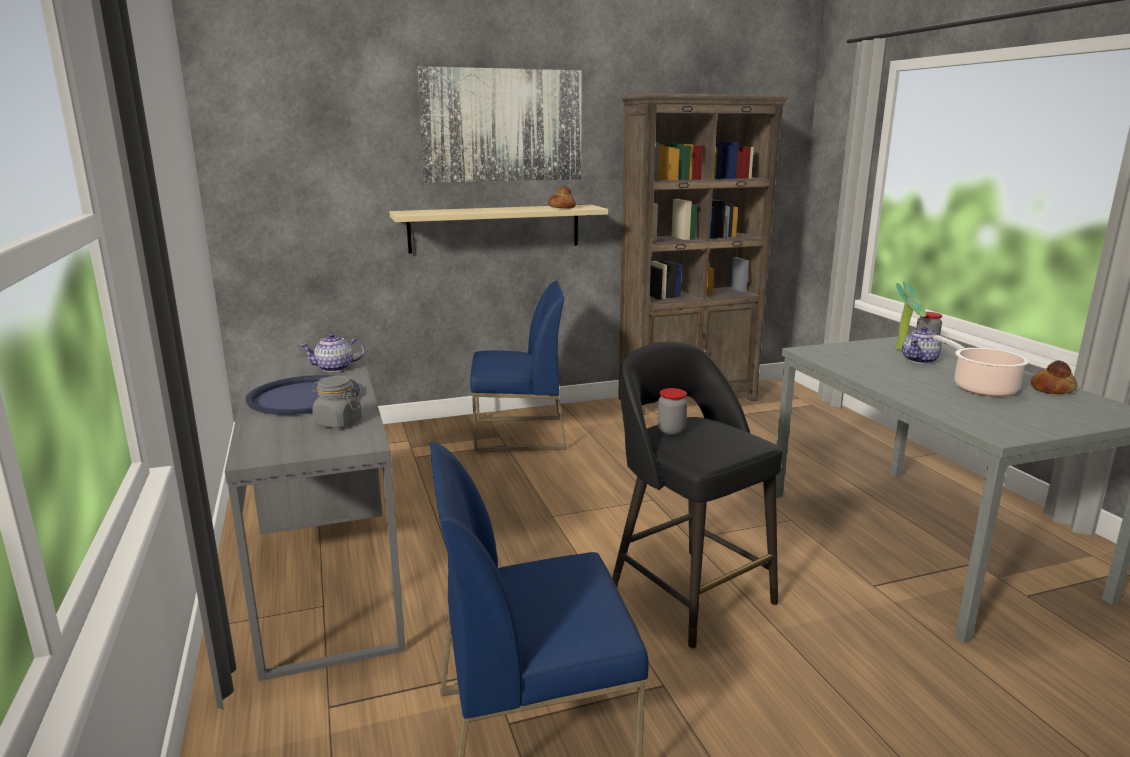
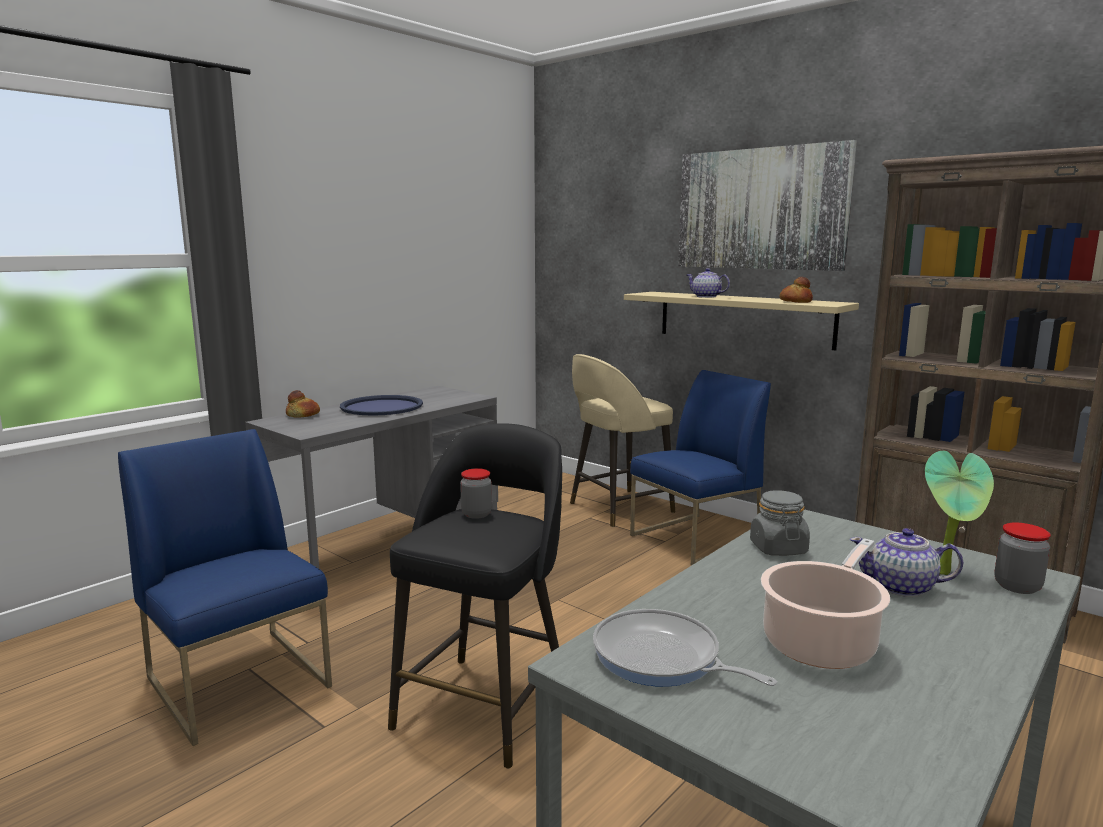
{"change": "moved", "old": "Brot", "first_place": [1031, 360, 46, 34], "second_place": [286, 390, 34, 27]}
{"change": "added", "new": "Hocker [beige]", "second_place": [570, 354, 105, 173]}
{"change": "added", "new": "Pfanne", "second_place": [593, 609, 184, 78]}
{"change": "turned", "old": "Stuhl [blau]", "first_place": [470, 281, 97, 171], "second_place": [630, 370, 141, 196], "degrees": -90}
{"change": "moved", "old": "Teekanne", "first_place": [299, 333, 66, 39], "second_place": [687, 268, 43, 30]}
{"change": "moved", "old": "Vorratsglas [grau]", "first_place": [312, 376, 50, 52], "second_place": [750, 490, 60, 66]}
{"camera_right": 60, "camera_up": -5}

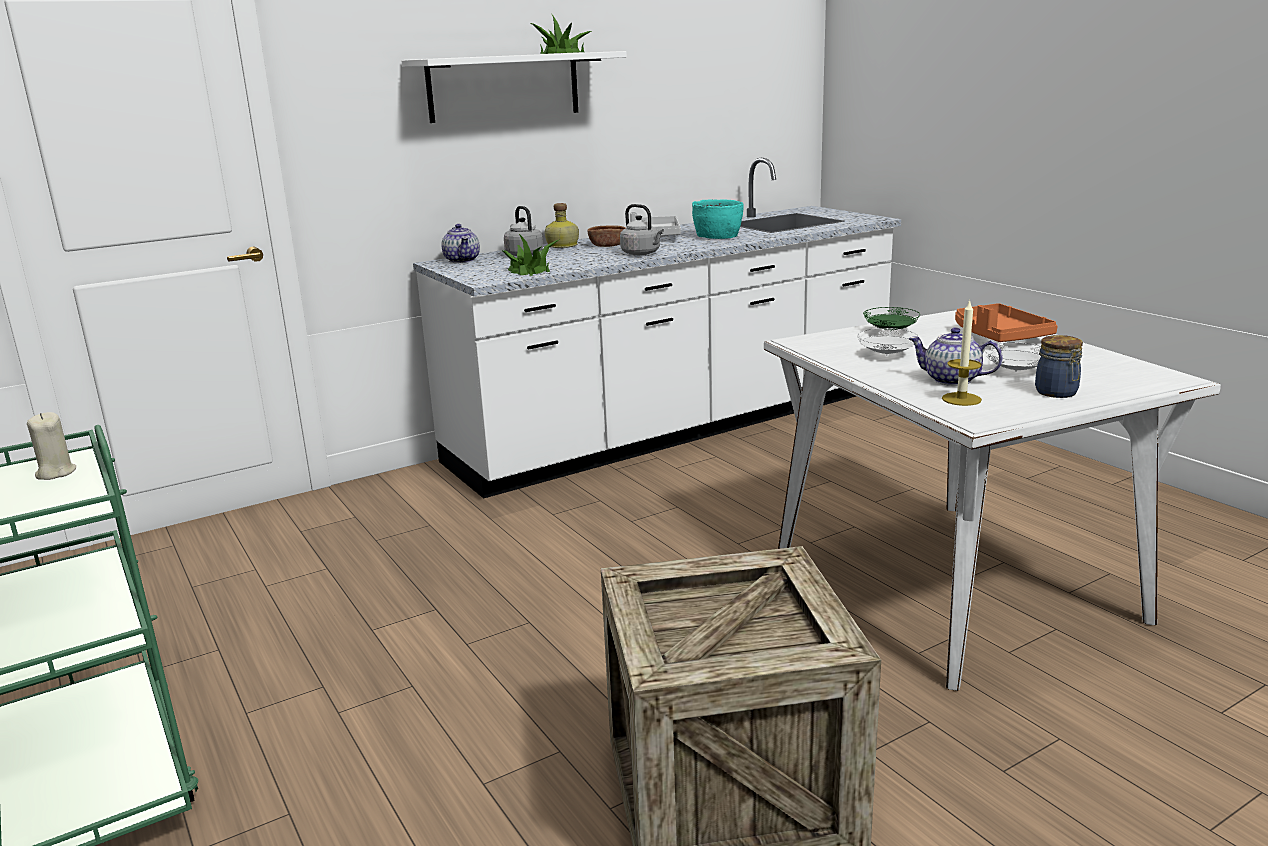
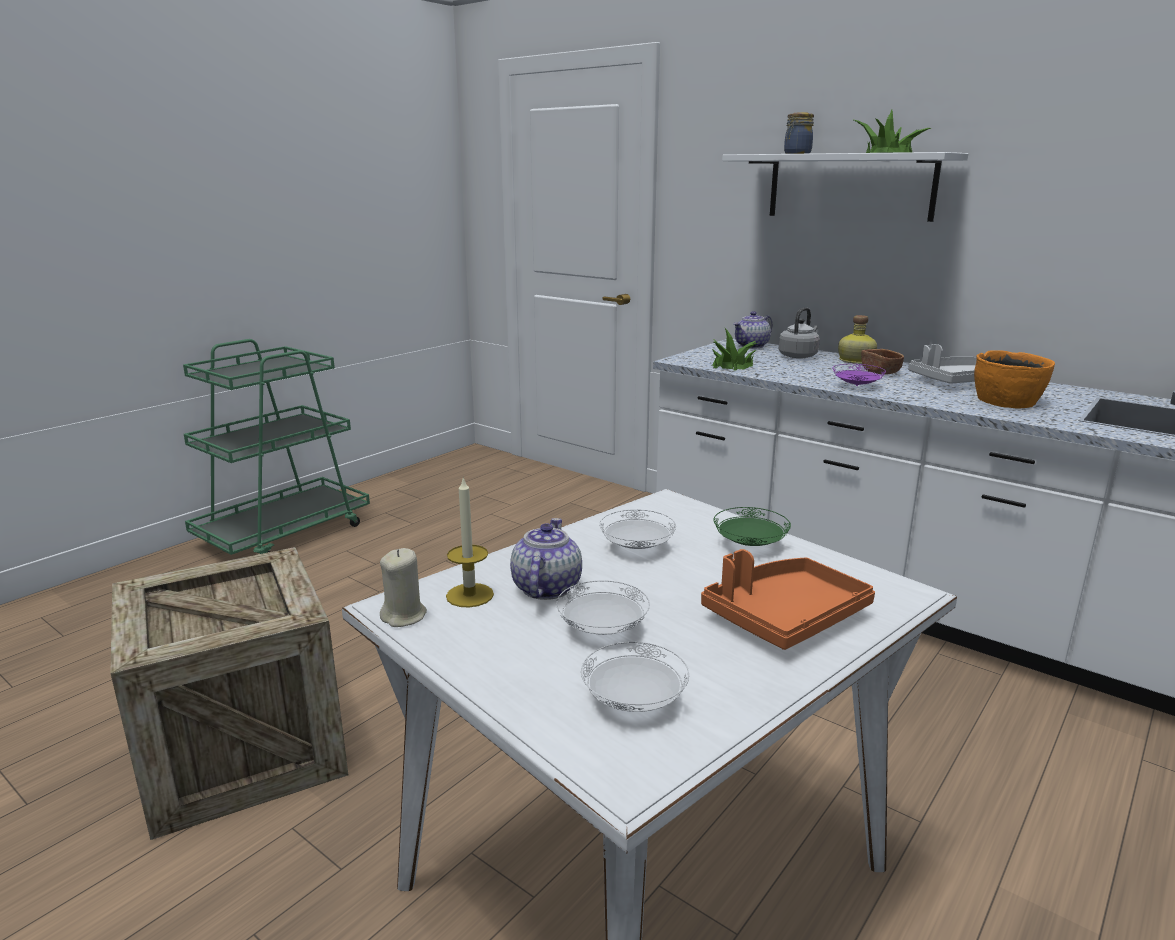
{"change": "moved", "old": "Kerze [beige]", "first_place": [27, 412, 49, 68], "second_place": [380, 548, 47, 79]}
{"change": "added", "new": "Teller [weiß]", "second_place": [581, 642, 108, 70]}
{"change": "moved", "old": "Vorratsglas", "first_place": [1035, 335, 48, 63], "second_place": [784, 112, 30, 42]}
{"change": "replaced", "old": "Wasserkessel [grau]", "new": "Teller [lila]", "first_place": [620, 204, 44, 51], "second_place": [832, 364, 54, 22]}
{"change": "recoloured", "old": "Schüssel [türkis]", "new": "Schüssel [orange]", "first_place": [692, 200, 52, 39], "second_place": [974, 350, 81, 58]}
{"camera_right": 70, "camera_up": 0}

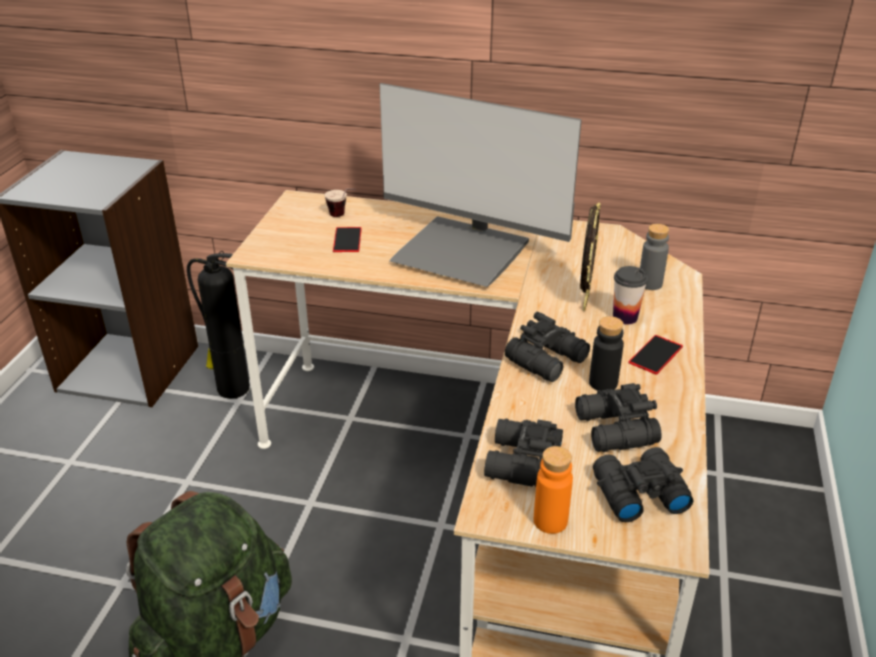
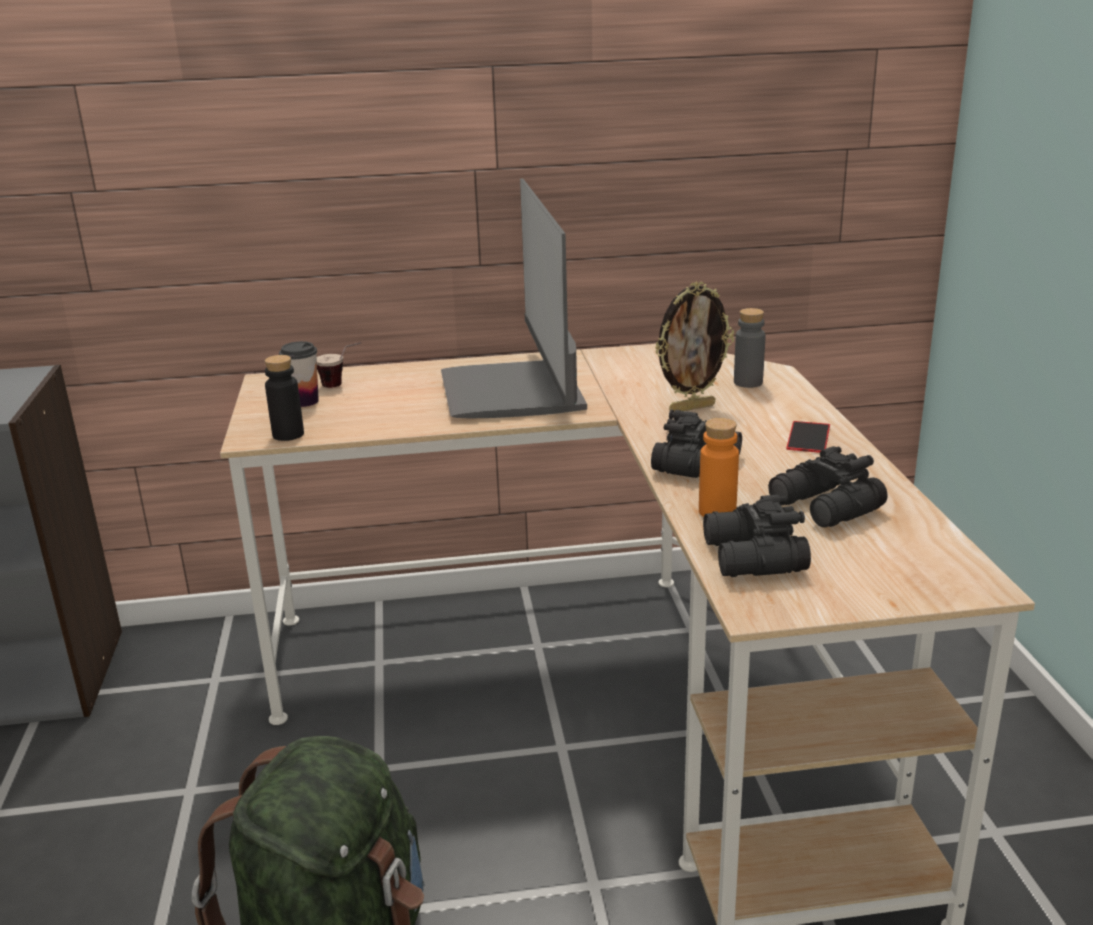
{"change": "moved", "old": "Flasche [schwarz]", "first_place": [589, 316, 35, 75], "second_place": [265, 355, 39, 86]}
{"change": "moved", "old": "Tasse", "first_place": [613, 266, 35, 59], "second_place": [279, 341, 40, 66]}
{"change": "turned", "old": "Monitor", "first_place": [380, 83, 202, 204], "second_place": [441, 178, 146, 241], "degrees": 75}
{"change": "turned", "old": "Bilderrahmen", "first_place": [580, 202, 21, 109], "second_place": [655, 282, 79, 129], "degrees": 75}
{"change": "moved", "old": "Flasche [orange]", "first_place": [534, 446, 39, 88], "second_place": [699, 418, 40, 99]}
{"change": "removed", "old": "Feuerlöscher", "first_place": [187, 251, 63, 148]}
{"change": "removed", "old": "Handy", "first_place": [333, 227, 29, 25]}
{"change": "removed", "old": "Fernglas [schwarz]", "first_place": [593, 447, 100, 75]}
{"camera_right": -20, "camera_up": -10}

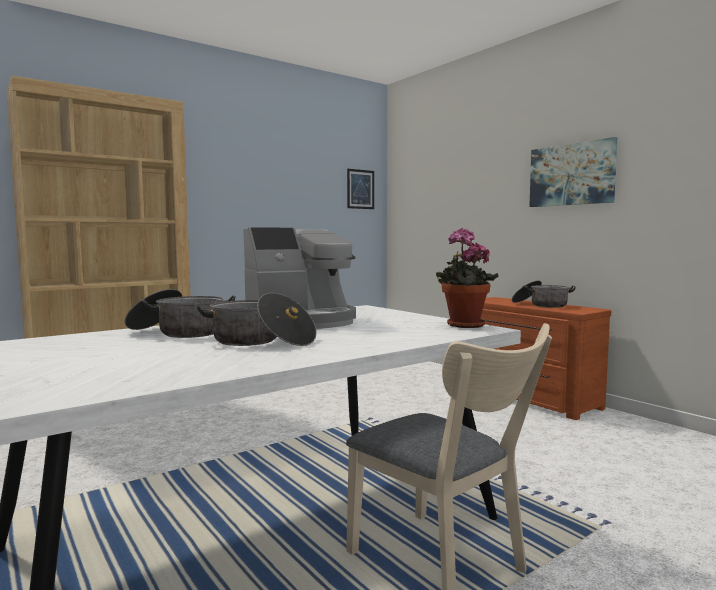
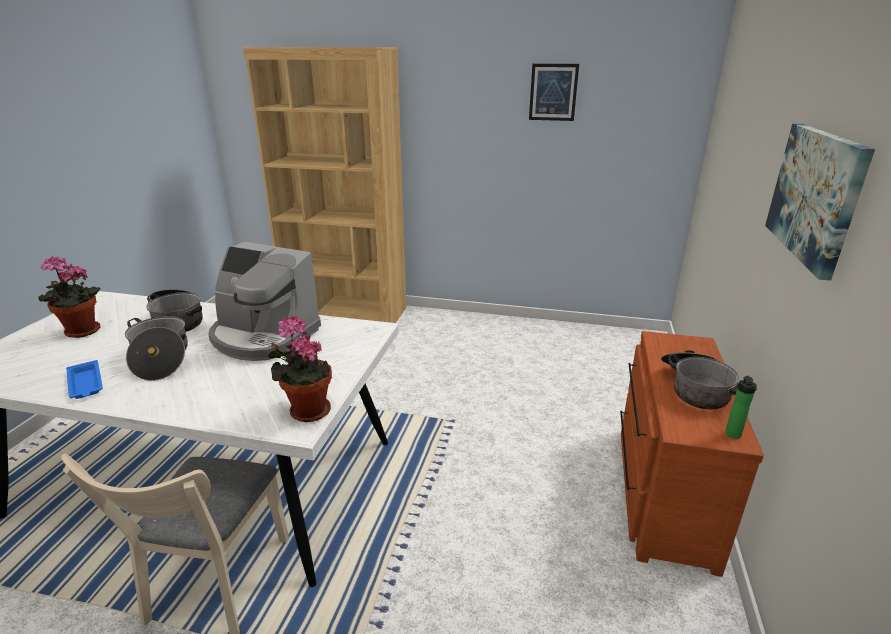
{"change": "added", "new": "Topfpflanze", "second_place": [38, 256, 63, 82]}
{"change": "added", "new": "Tablett [blau]", "second_place": [66, 360, 37, 39]}
{"change": "moved", "old": "Bild", "first_place": [347, 169, 27, 40], "second_place": [529, 64, 50, 57]}
{"change": "added", "new": "Flasche", "second_place": [725, 375, 32, 64]}
{"camera_right": 50, "camera_up": 20}

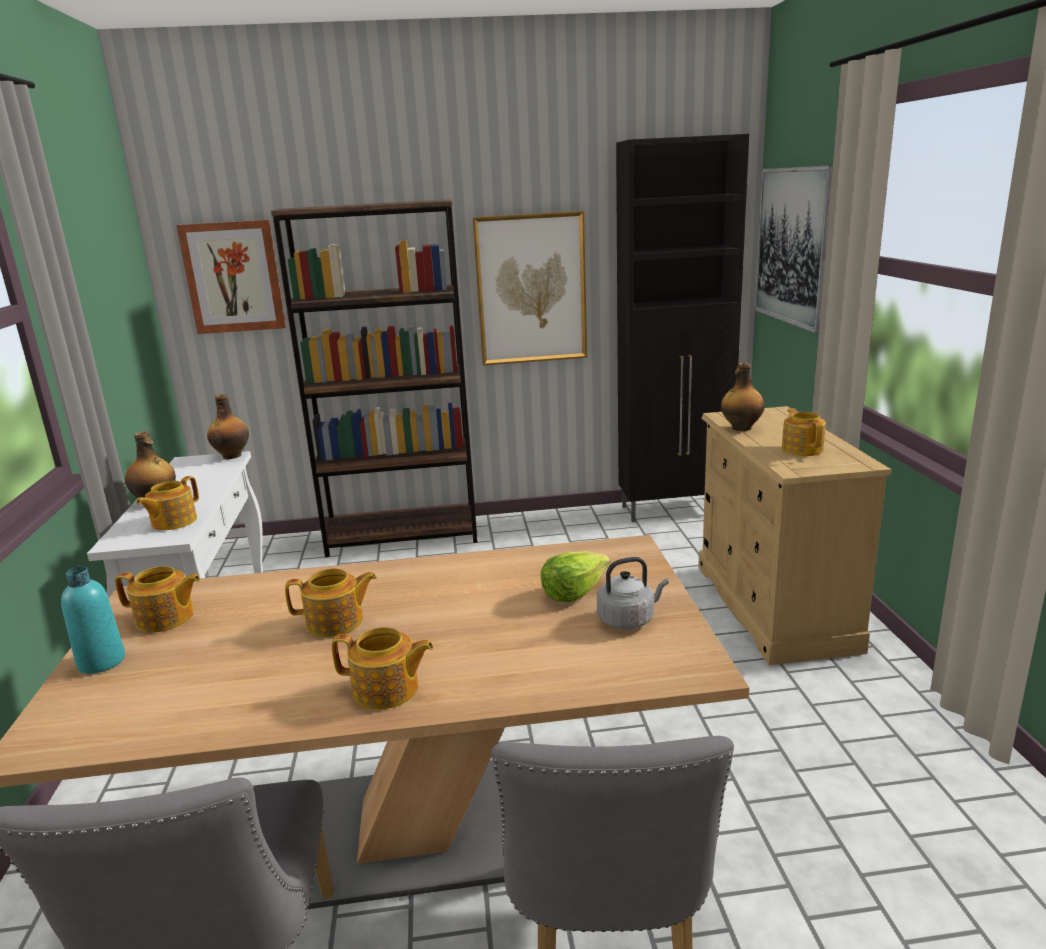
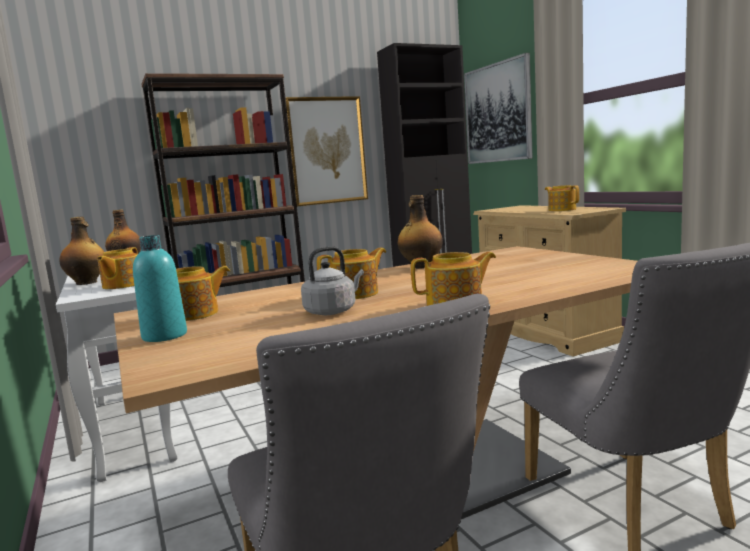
{"change": "moved", "old": "Wasserkessel [grau]", "first_place": [597, 557, 72, 72], "second_place": [301, 246, 63, 69]}
{"change": "moved", "old": "Flasche", "first_place": [721, 362, 44, 69], "second_place": [397, 195, 46, 73]}
{"change": "removed", "old": "Bild", "first_place": [176, 220, 110, 114]}
{"change": "removed", "old": "Salatkopf", "first_place": [540, 551, 70, 51]}
{"camera_right": -20, "camera_up": -10}

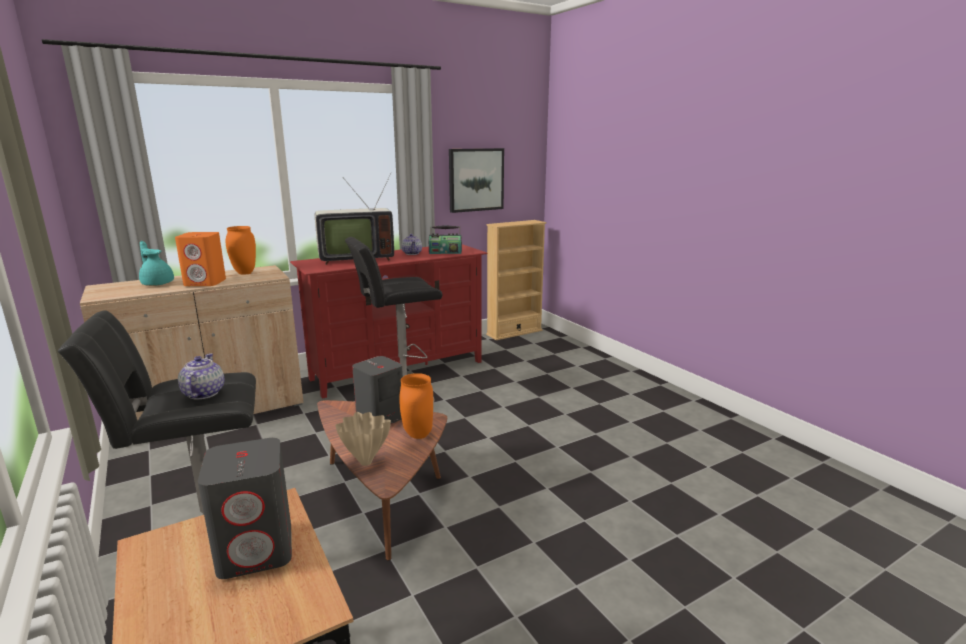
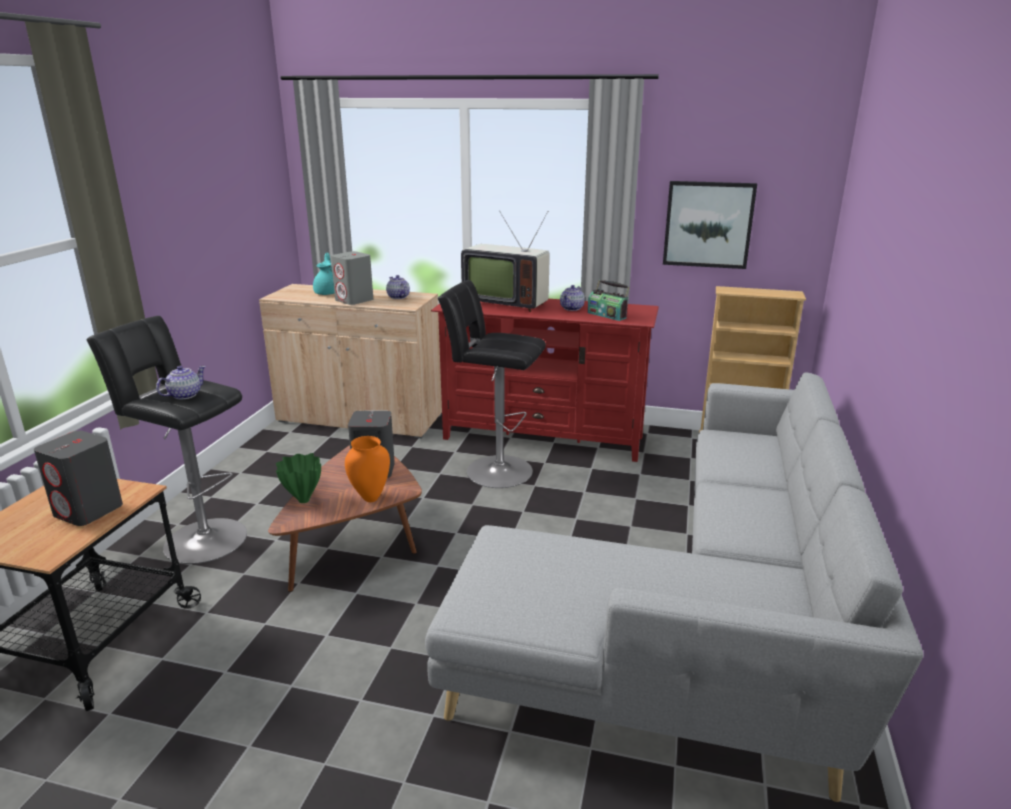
{"change": "recoloured", "old": "Vase [beige]", "new": "Vase [grün]", "first_place": [335, 412, 56, 54], "second_place": [276, 453, 45, 50]}
{"change": "recoloured", "old": "Lautsprecher [orange]", "new": "Lautsprecher [grau]", "first_place": [175, 232, 51, 54], "second_place": [331, 251, 42, 54]}
{"change": "replaced", "old": "Vase [orange]", "new": "Teekanne", "first_place": [226, 226, 30, 49], "second_place": [386, 275, 24, 24]}
{"change": "added", "new": "Sofa [grau]", "second_place": [425, 372, 499, 431]}
{"camera_right": 45, "camera_up": 5}

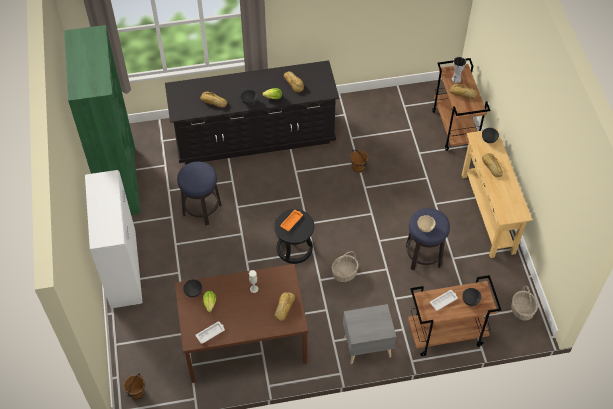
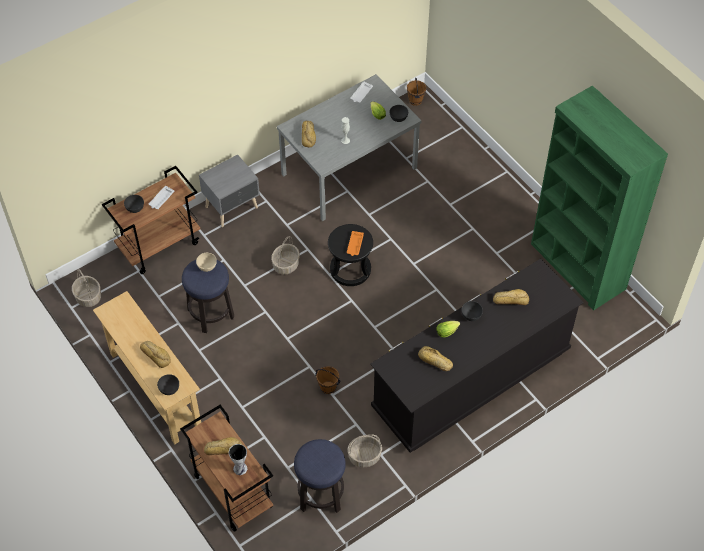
{"change": "recoloured", "old": "Esstisch [braun]", "new": "Esstisch [grau]", "first_place": [175, 264, 133, 119], "second_place": [277, 74, 145, 147]}
{"change": "moved", "old": "Hocker", "first_place": [177, 162, 45, 64], "second_place": [294, 439, 52, 74]}
{"change": "added", "new": "Korb", "second_place": [347, 434, 35, 33]}
{"change": "removed", "old": "Schrank [weiß]", "first_place": [85, 170, 57, 138]}
{"camera_right": 155, "camera_up": 0}

